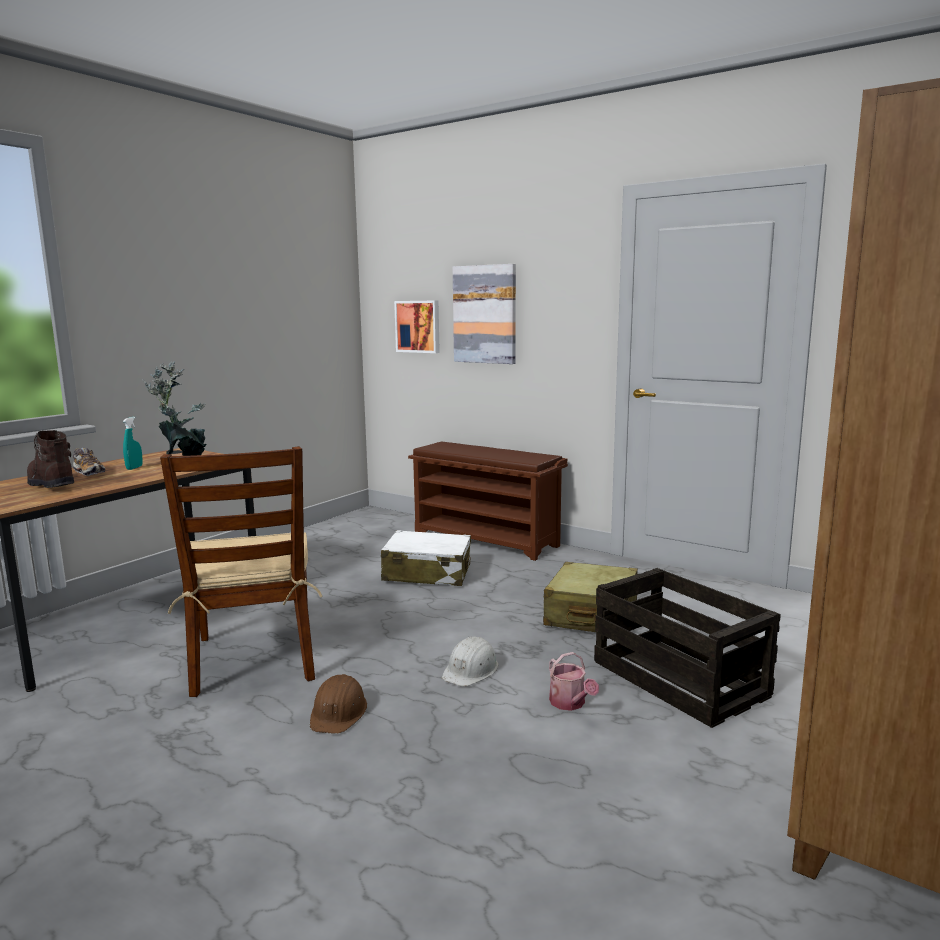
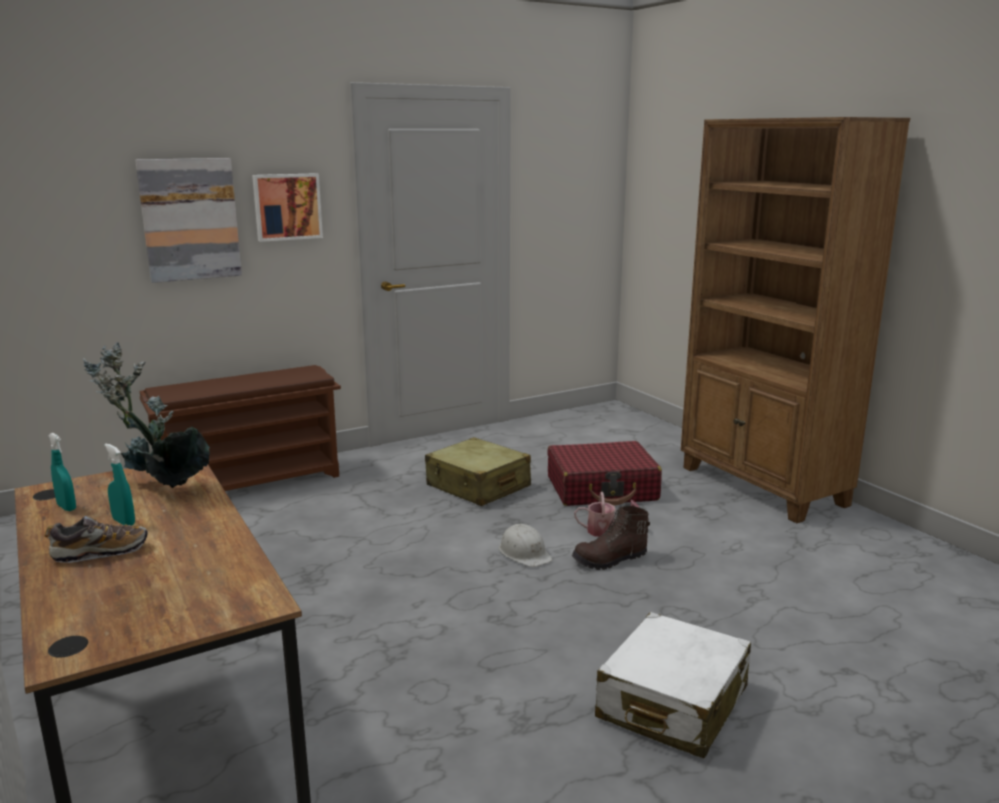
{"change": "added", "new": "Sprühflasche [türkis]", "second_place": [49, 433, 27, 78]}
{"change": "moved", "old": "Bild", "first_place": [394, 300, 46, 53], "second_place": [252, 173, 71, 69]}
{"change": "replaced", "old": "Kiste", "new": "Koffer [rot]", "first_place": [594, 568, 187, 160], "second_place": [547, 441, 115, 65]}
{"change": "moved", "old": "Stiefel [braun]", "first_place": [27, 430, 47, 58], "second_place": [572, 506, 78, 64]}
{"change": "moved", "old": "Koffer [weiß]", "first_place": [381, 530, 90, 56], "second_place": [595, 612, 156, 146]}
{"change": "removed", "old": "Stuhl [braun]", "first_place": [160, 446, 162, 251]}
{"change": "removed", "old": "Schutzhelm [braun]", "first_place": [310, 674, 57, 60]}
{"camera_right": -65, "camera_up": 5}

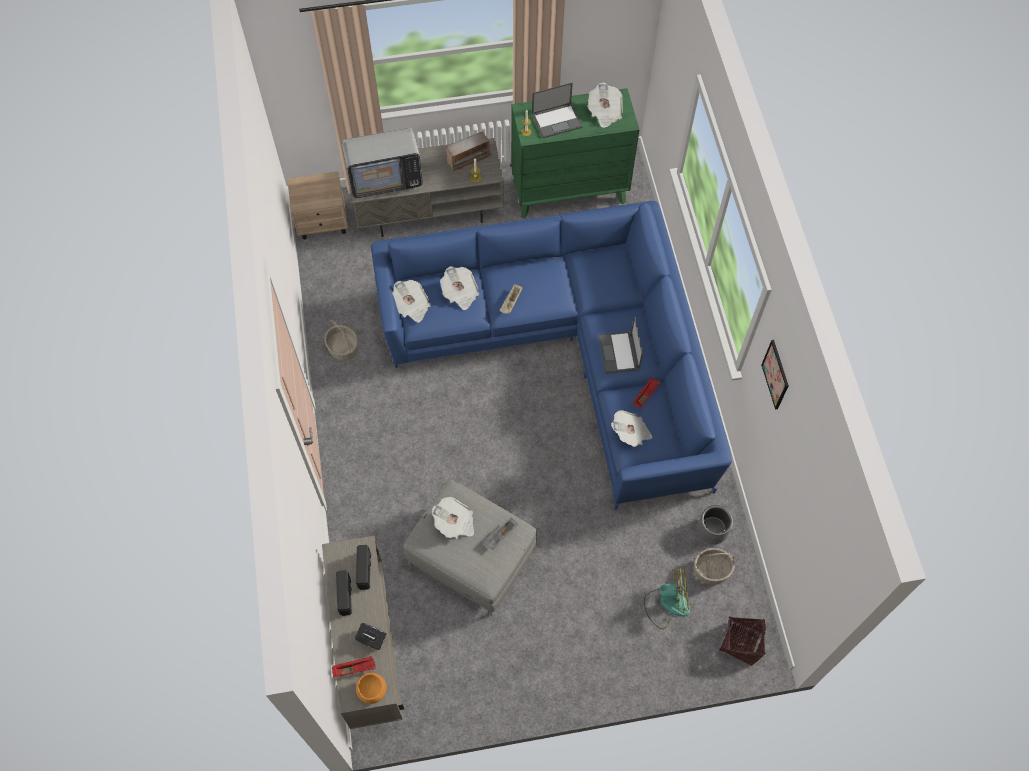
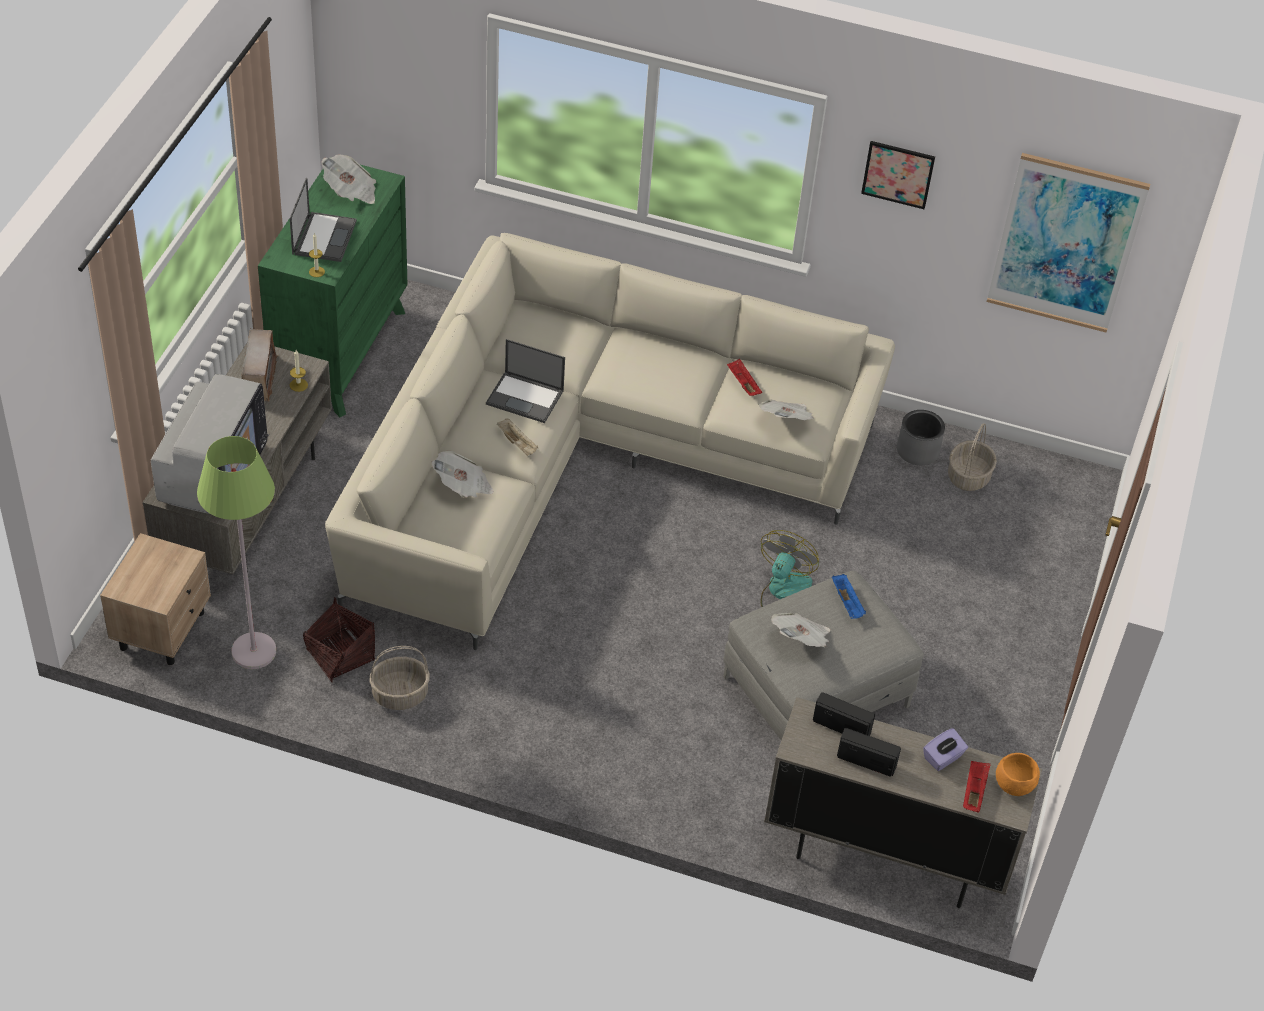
{"change": "added", "new": "Stehlampe [grün]", "second_place": [197, 436, 79, 233]}
{"change": "moved", "old": "Korb", "first_place": [719, 616, 46, 49], "second_place": [303, 597, 72, 85]}
{"change": "recoloured", "old": "Sofa [blau]", "new": "Sofa [beige]", "first_place": [371, 201, 361, 309], "second_place": [325, 233, 570, 417]}
{"change": "moved", "old": "Laptop", "first_place": [598, 316, 45, 58], "second_place": [486, 339, 79, 84]}
{"change": "moved", "old": "Ventilator", "first_place": [644, 566, 46, 63], "second_place": [761, 530, 58, 77]}
{"change": "recoloured", "old": "Tablett [grau]", "new": "Tablett [blau]", "first_place": [484, 518, 34, 32], "second_place": [832, 574, 34, 45]}
{"change": "recoloured", "old": "Taschentuchbox [schwarz]", "new": "Taschentuchbox [lila]", "first_place": [355, 623, 32, 27], "second_place": [923, 728, 45, 43]}
{"change": "added", "new": "Bild", "second_place": [986, 153, 164, 179]}
{"change": "removed", "old": "Zeitung", "first_place": [392, 280, 39, 43]}
{"camera_right": -65, "camera_up": -15}

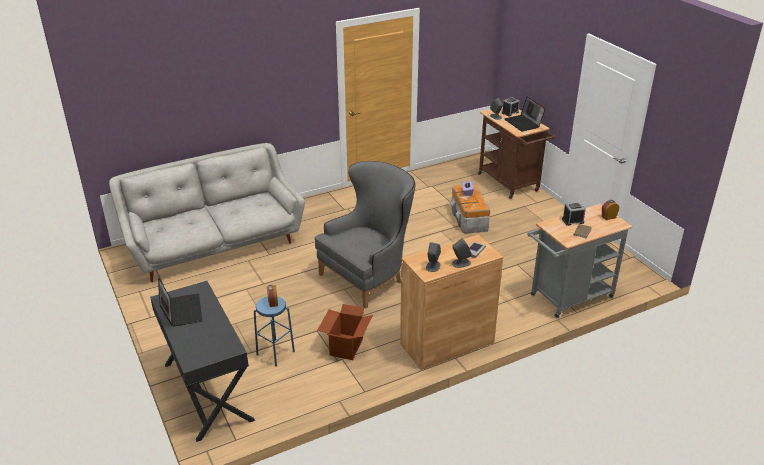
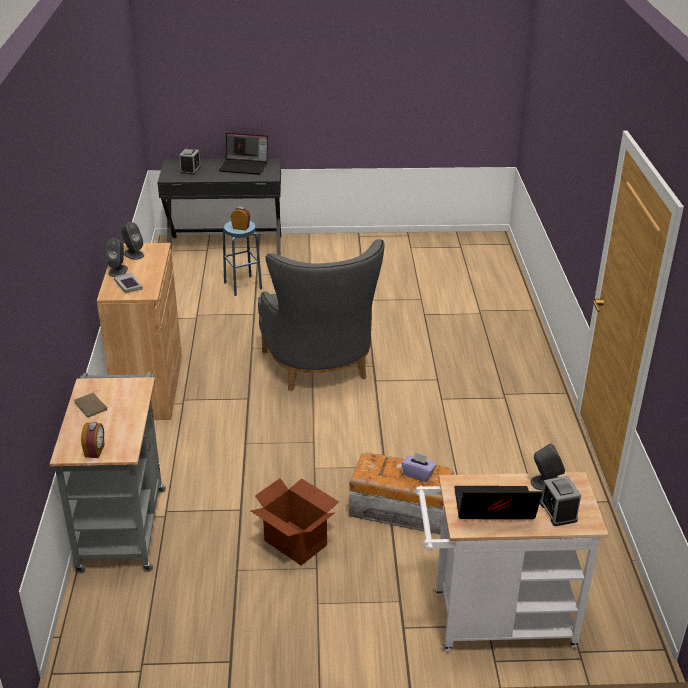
{"change": "moved", "old": "Wecker", "first_place": [562, 202, 24, 24], "second_place": [179, 149, 22, 26]}
{"change": "moved", "old": "Karton", "first_place": [318, 304, 55, 56], "second_place": [251, 478, 88, 87]}
{"change": "recoloured", "old": "Rollwagen [braun]", "new": "Rollwagen [weiß]", "first_place": [478, 107, 77, 92], "second_place": [416, 472, 193, 180]}
{"change": "removed", "old": "Sofa [grau]", "first_place": [109, 143, 196, 139]}
{"camera_right": 115, "camera_up": 0}

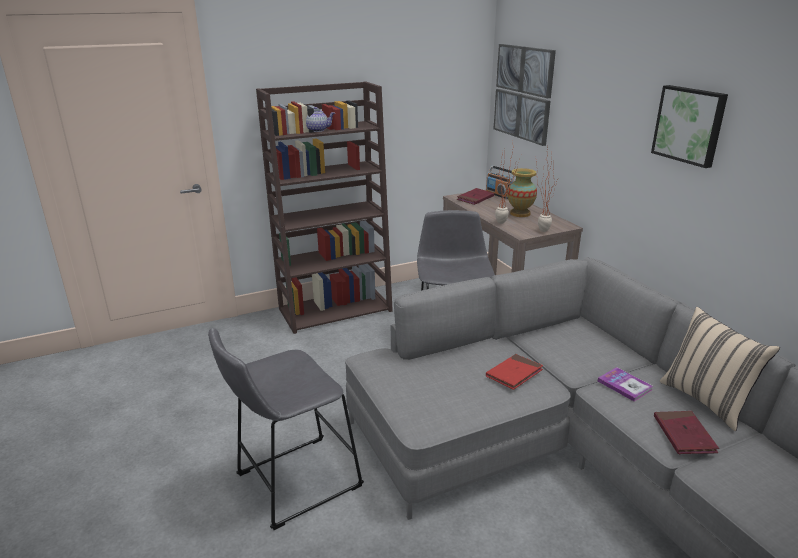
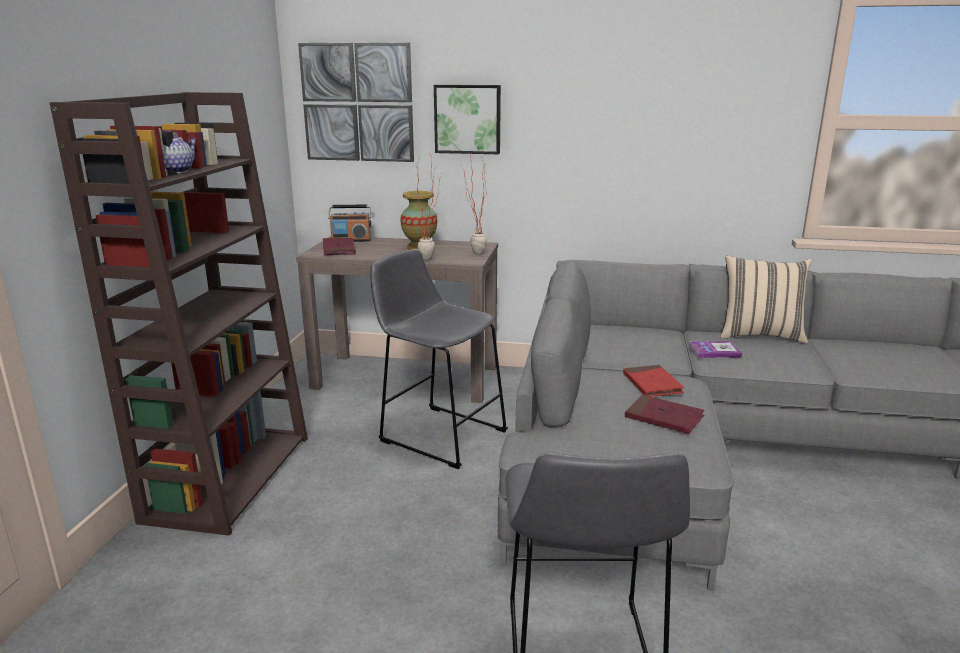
{"change": "moved", "old": "Bild", "first_place": [651, 85, 77, 83], "second_place": [434, 85, 67, 69]}
{"change": "moved", "old": "Buch [rot]", "first_place": [654, 411, 65, 43], "second_place": [625, 395, 79, 39]}
{"camera_right": -55, "camera_up": -5}

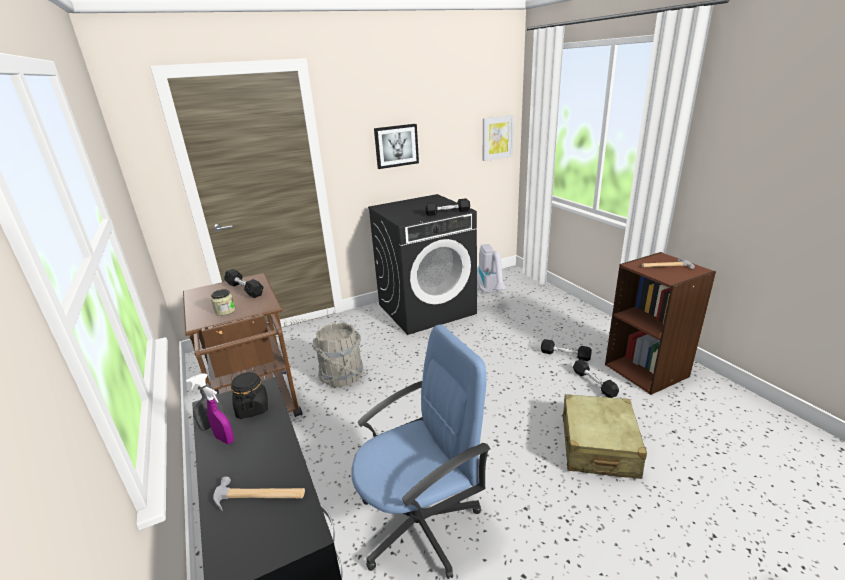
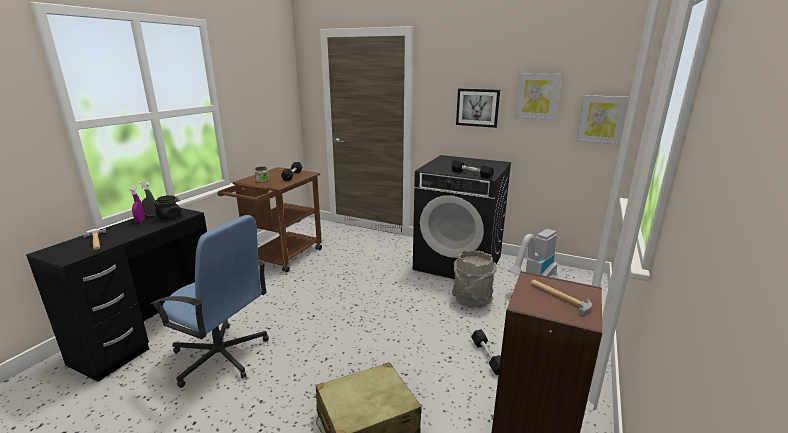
{"change": "moved", "old": "Eimer [grau]", "first_place": [312, 322, 51, 65], "second_place": [452, 250, 45, 59]}
{"change": "added", "new": "Bild", "second_place": [515, 73, 46, 47]}
{"change": "removed", "old": "Hantel [schwarz]", "first_place": [573, 359, 46, 39]}
{"camera_right": 50, "camera_up": -5}

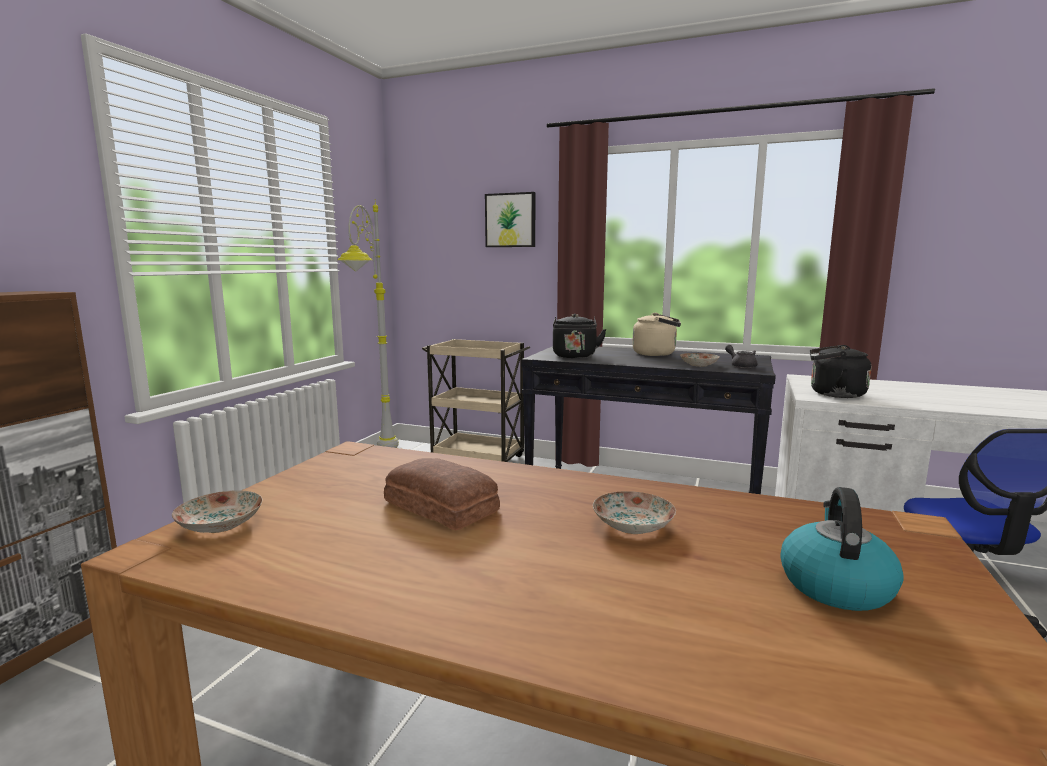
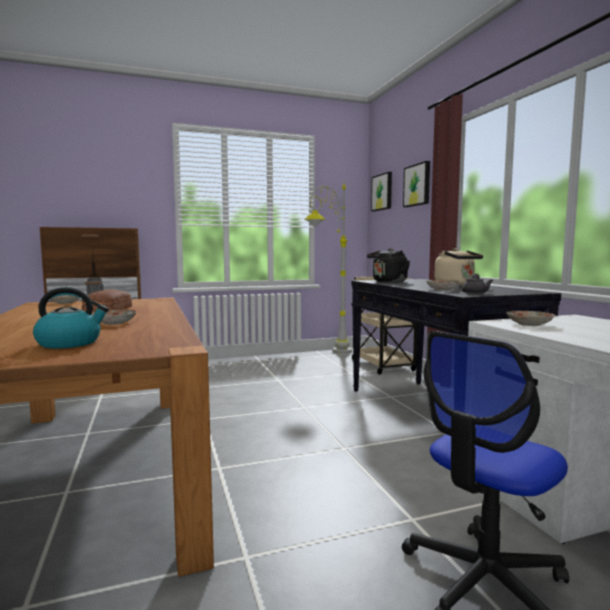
{"change": "added", "new": "Bild", "second_place": [371, 172, 21, 39]}
{"change": "replaced", "old": "Wasserkessel [schwarz]", "new": "Teller", "first_place": [810, 345, 61, 53], "second_place": [506, 311, 49, 15]}
{"camera_right": 50, "camera_up": -5}

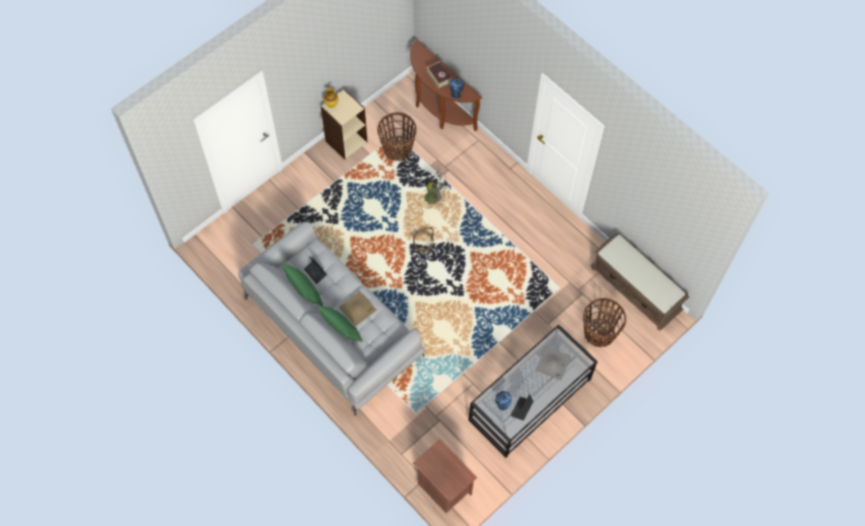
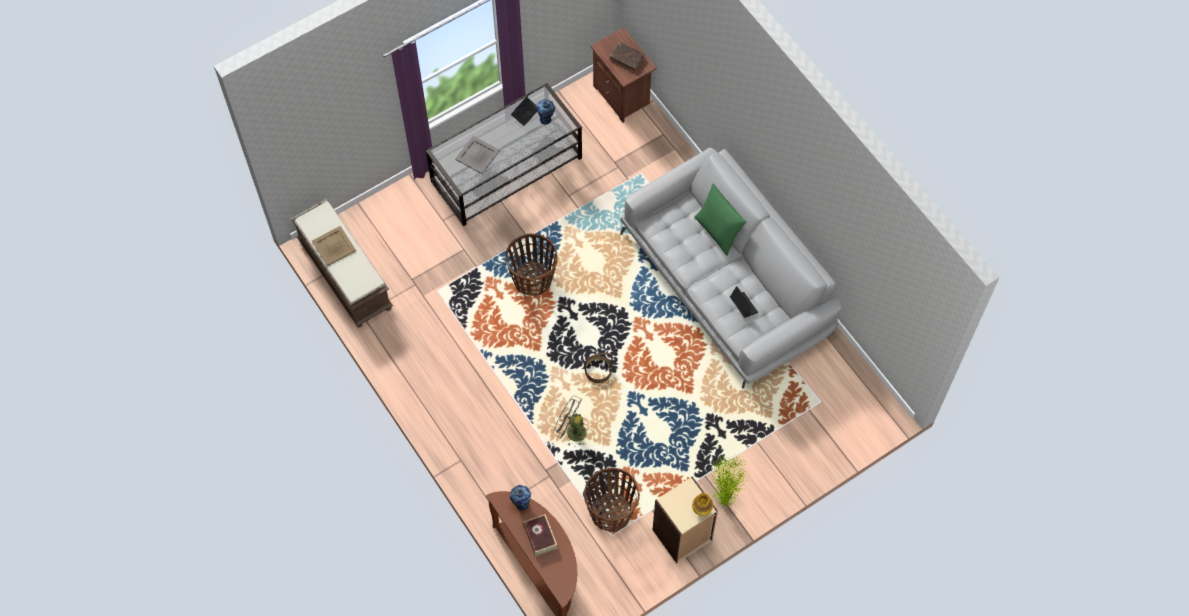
{"change": "moved", "old": "Tablett [beige]", "first_place": [339, 291, 38, 35], "second_place": [312, 226, 44, 40]}
{"change": "moved", "old": "Korb", "first_place": [583, 298, 43, 49], "second_place": [505, 234, 53, 62]}
{"change": "added", "new": "Buch [braun]", "second_place": [609, 42, 36, 29]}
{"change": "added", "new": "Topfpflanze", "second_place": [709, 454, 40, 54]}
{"change": "removed", "old": "Kissen [grün]", "first_place": [282, 263, 41, 43]}
{"camera_right": -170, "camera_up": 0}

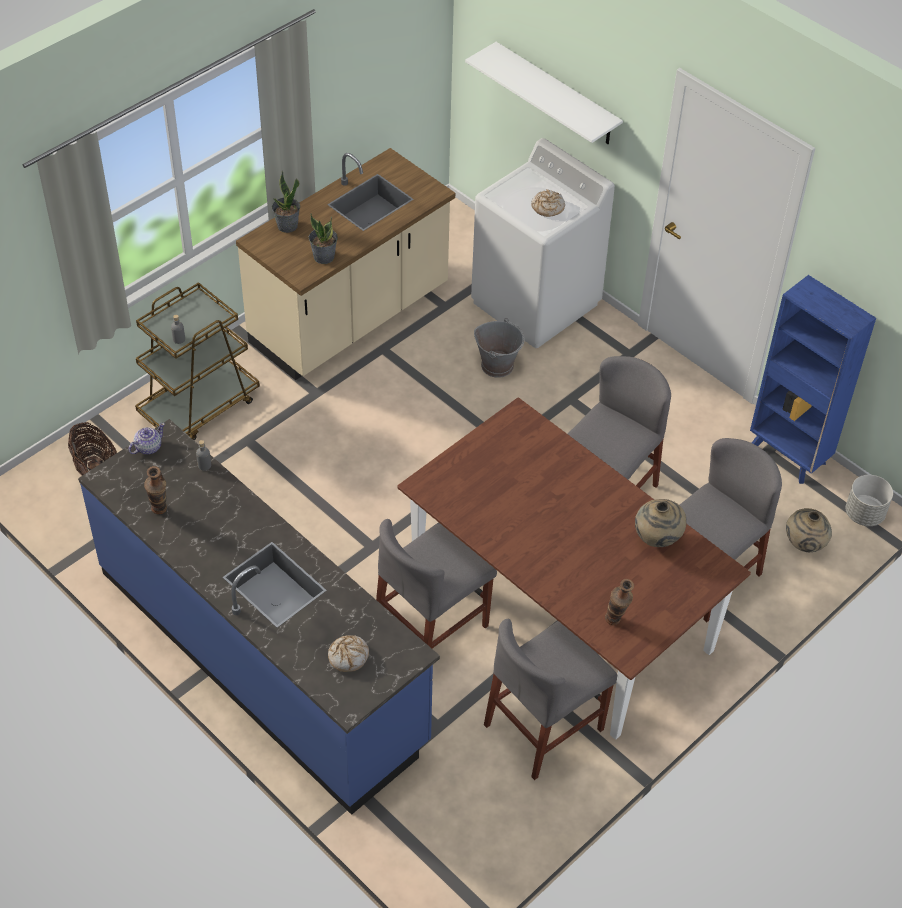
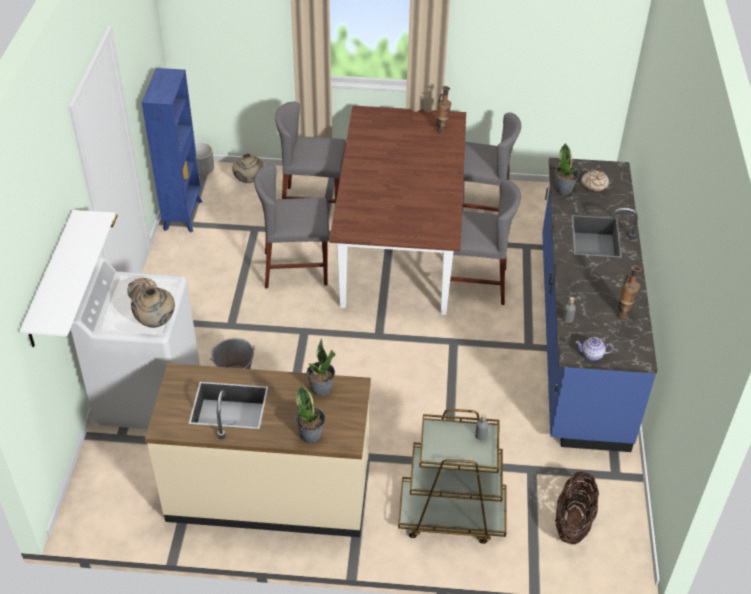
{"change": "moved", "old": "Vase [beige]", "first_place": [635, 499, 52, 48], "second_place": [131, 287, 44, 41]}
{"change": "added", "new": "Topfpflanze", "second_place": [555, 143, 24, 52]}
{"camera_right": -130, "camera_up": -5}

